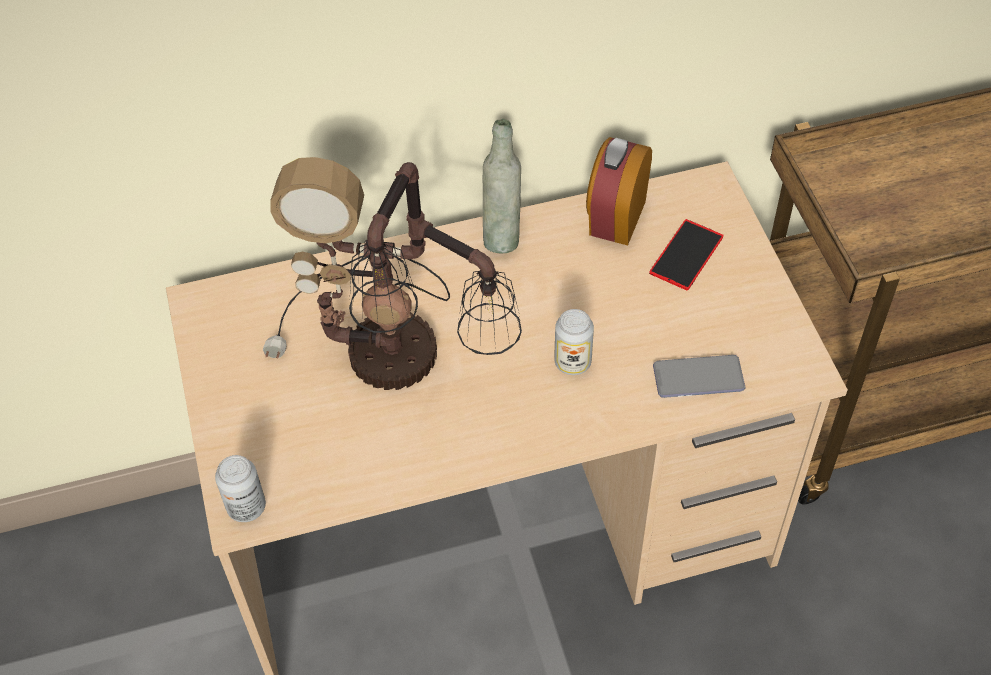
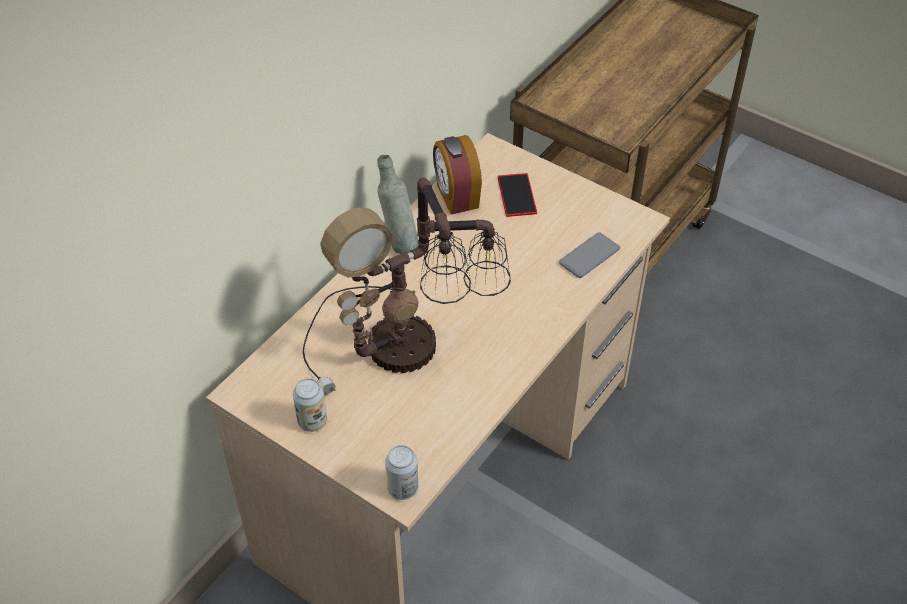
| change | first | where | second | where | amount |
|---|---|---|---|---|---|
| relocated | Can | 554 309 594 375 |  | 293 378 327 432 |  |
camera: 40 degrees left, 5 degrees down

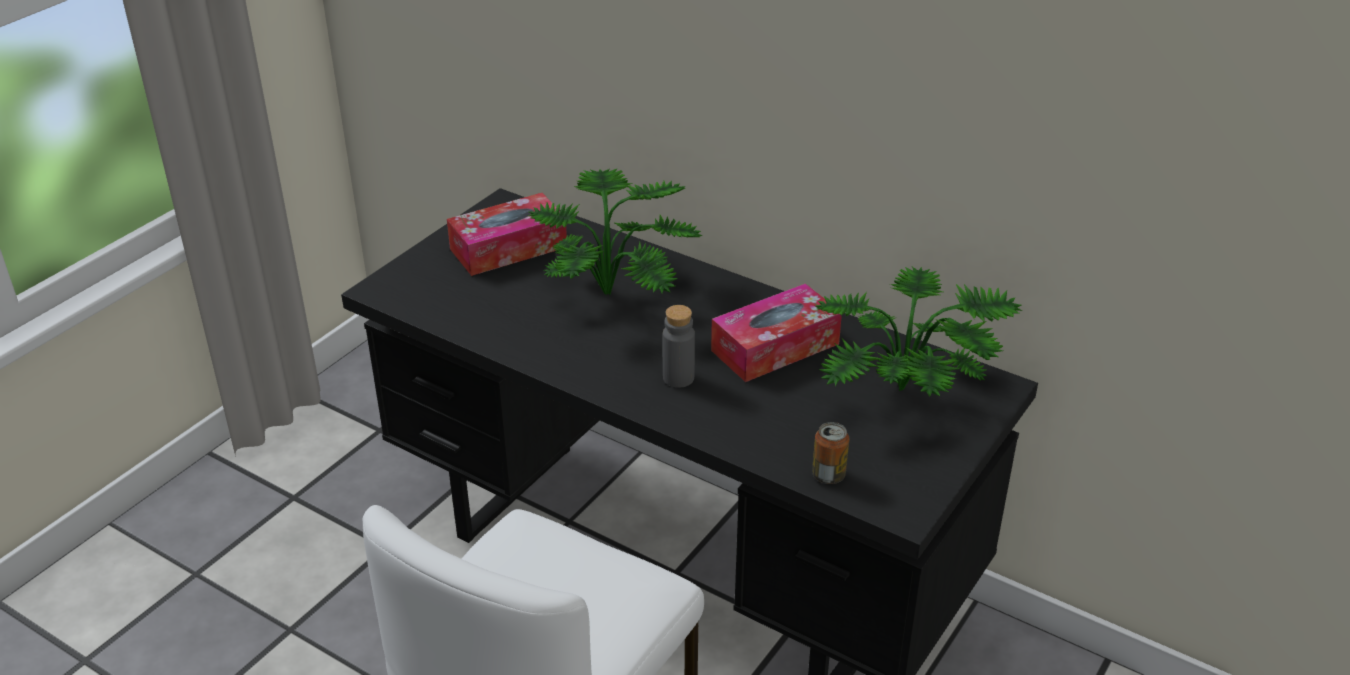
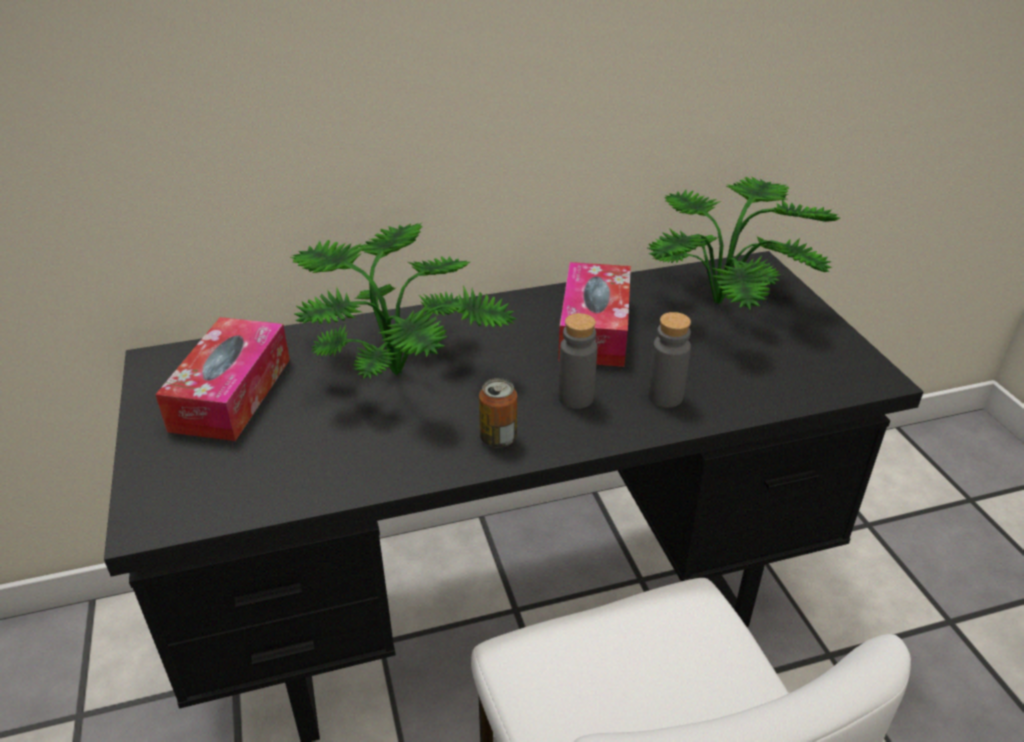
| change | first | where | second | where | amount |
|---|---|---|---|---|---|
| relocated | Can | 812 422 850 484 |  | 479 378 517 448 |  |
| appeared |  |  | GreyBottle | 648 312 691 408 |  |
camera: 50 degrees left, 0 degrees up

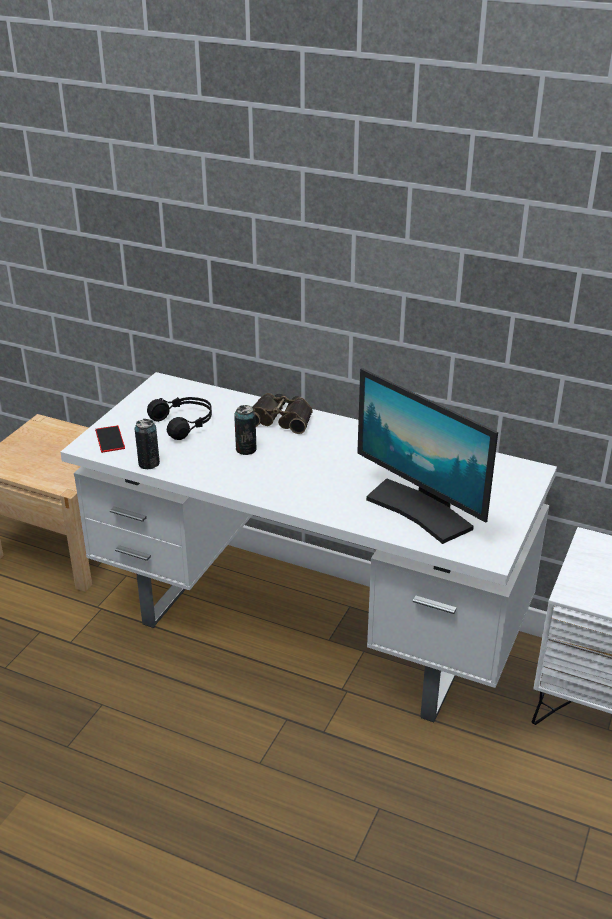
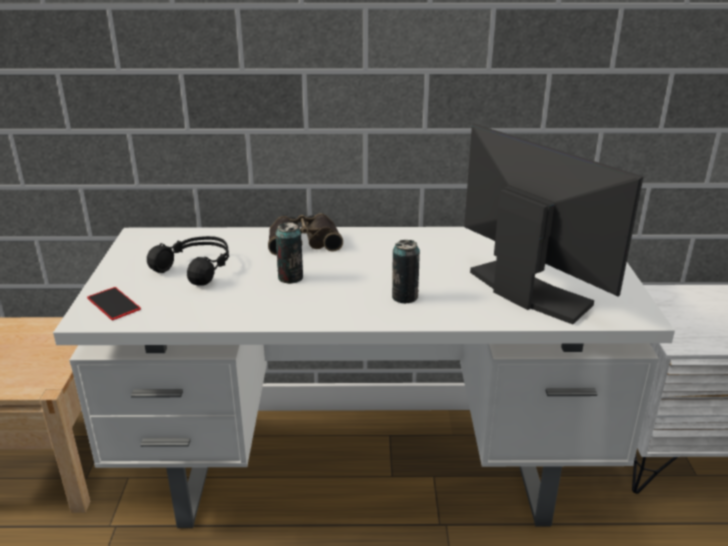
| change | first | where | second | where | amount |
|---|---|---|---|---|---|
| spun | Monitor | 357 368 498 544 |  | 464 124 643 324 | 150 degrees counterclockwise |
| relocated | Can | 135 419 160 469 |  | 392 240 420 304 |  |
camera: 25 degrees left, 5 degrees down

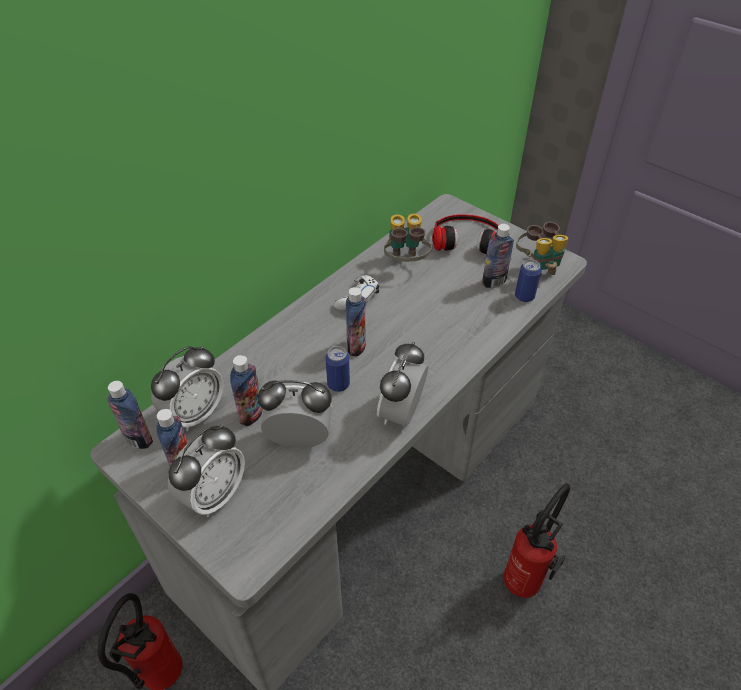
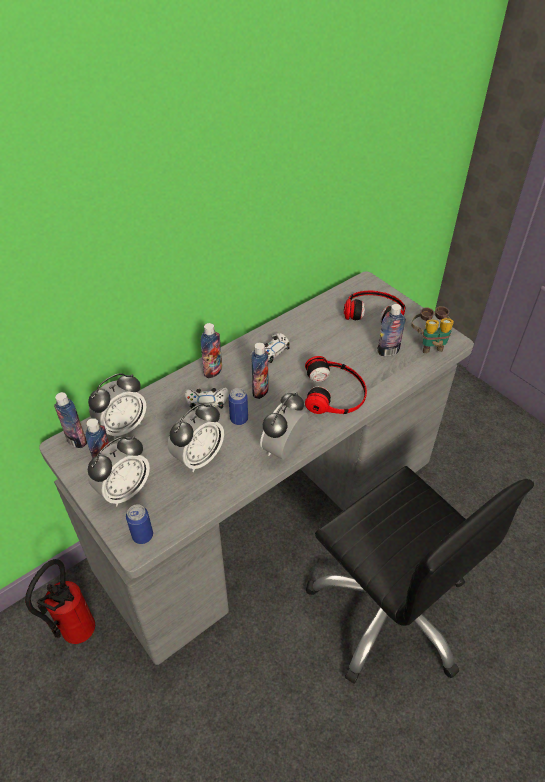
| change | first | where | second | where | amount |
|---|---|---|---|---|---|
| missing | Binoculars | 384 213 432 262 |  |  |  |
| relocated | Can | 515 259 541 302 |  | 126 504 153 544 |  |
| relocated | Bottle | 230 355 263 426 |  | 201 323 222 379 |  |
| spun | AlarmClock | 258 380 332 448 |  | 168 403 224 472 | 120 degrees clockwise |
| exchanged | FireExtinguisher | 504 483 571 598 | BlackOfficeChair | 306 466 534 684 |  |
| appeared |  |  | Headphones | 305 356 367 414 |  |
| appeared |  |  | WhiteGameController | 185 387 229 410 |  |
camera: 10 degrees right, 0 degrees up

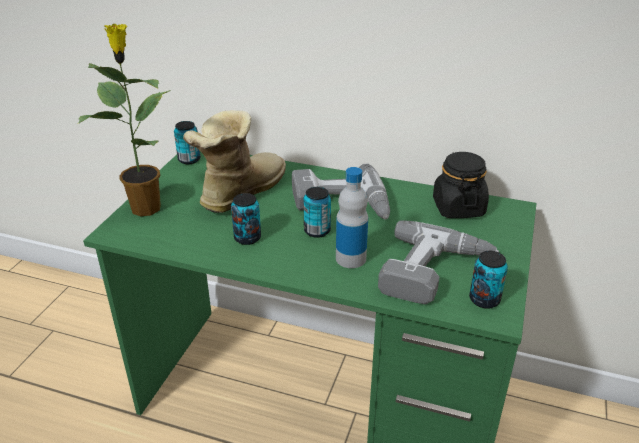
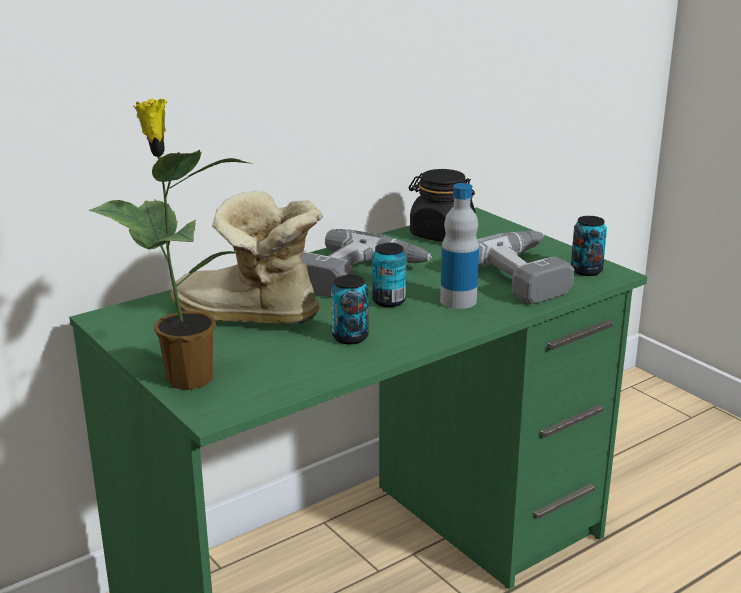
| change | first | where | second | where | amount |
|---|---|---|---|---|---|
| spun | Boot | 183 110 286 213 |  | 171 190 323 324 | 45 degrees counterclockwise |
| missing | Can | 174 121 201 164 |  |  |  |
camera: 55 degrees left, 10 degrees down

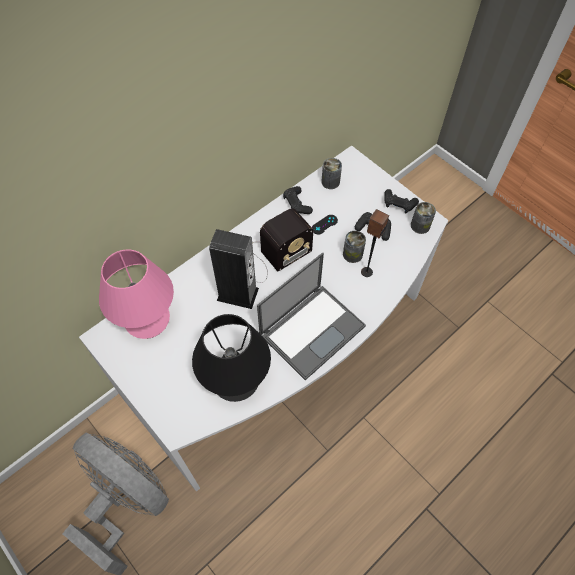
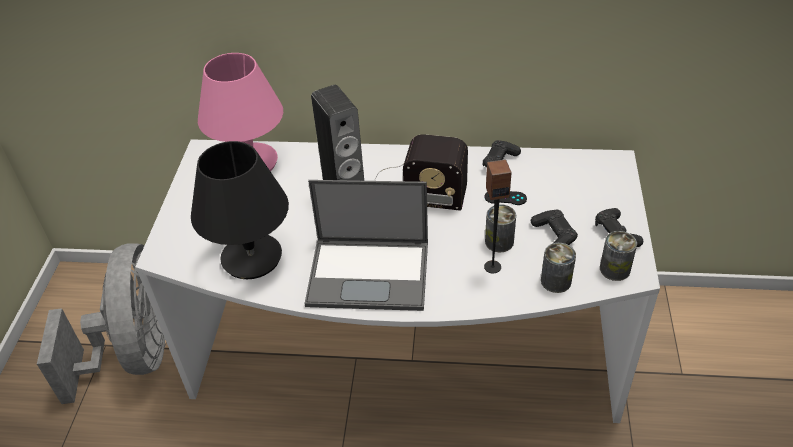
| change | first | where | second | where | amount |
|---|---|---|---|---|---|
| relocated | Can | 321 158 342 189 |  | 541 243 576 293 |  |
camera: 50 degrees right, 15 degrees down

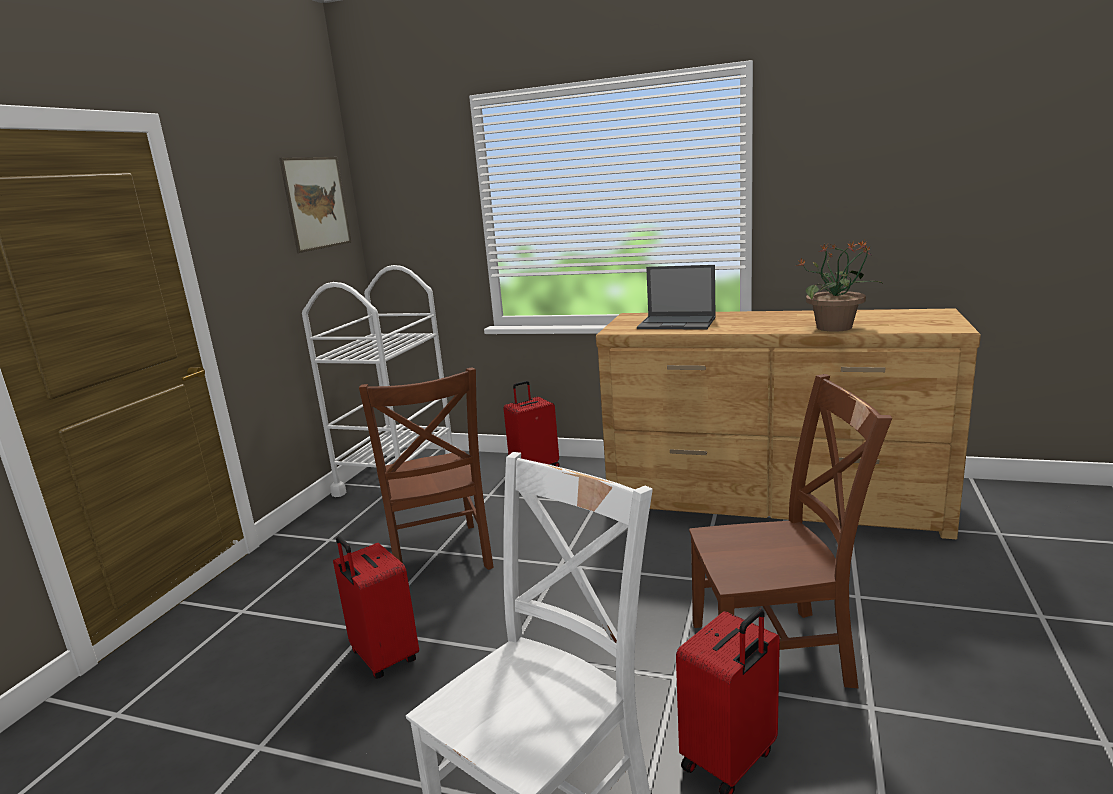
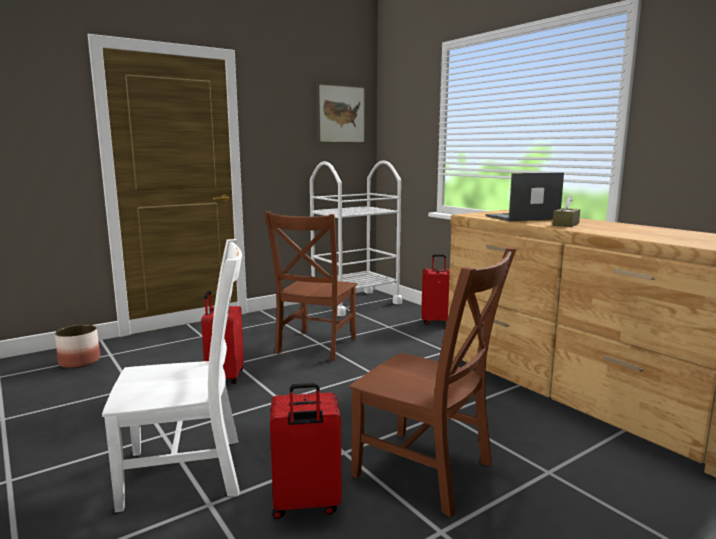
| change | first | where | second | where | amount |
|---|---|---|---|---|---|
| missing | PottedPlant | 795 241 884 332 |  |  |  |
| spun | Laptop | 637 265 716 329 |  | 485 172 564 221 | 105 degrees clockwise |
| appeared |  |  | BrownTissueBox | 552 196 580 227 |  |
| appeared |  |  | Planter | 55 325 100 368 |  |
camera: 35 degrees right, 5 degrees down

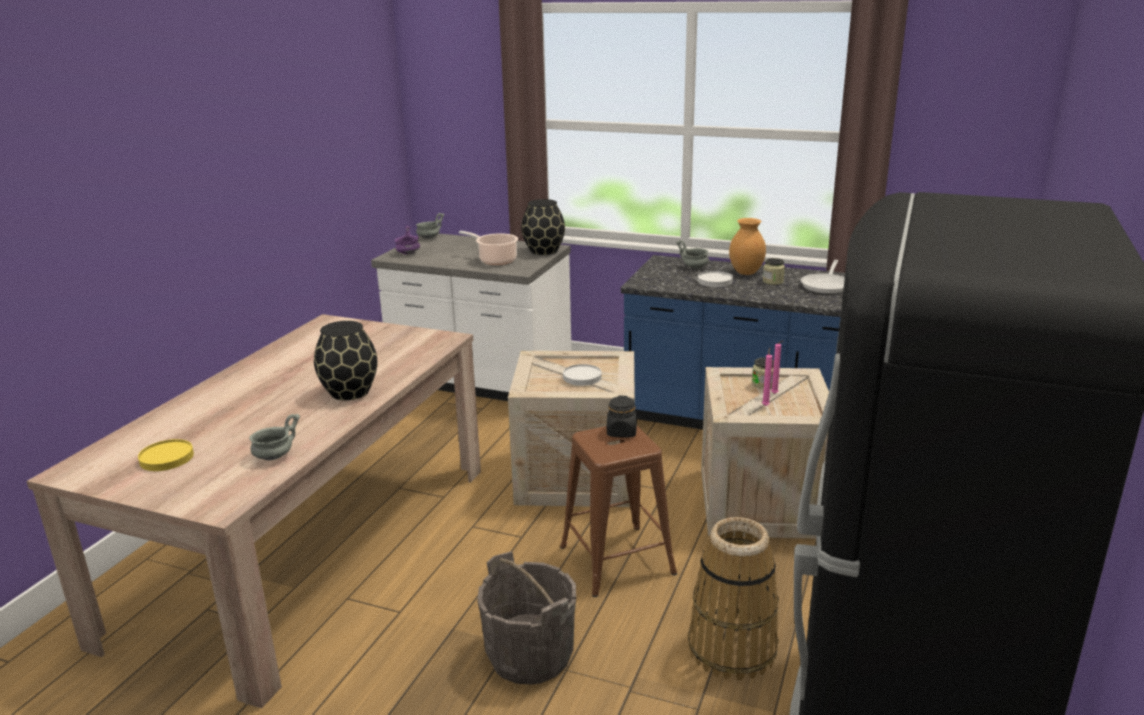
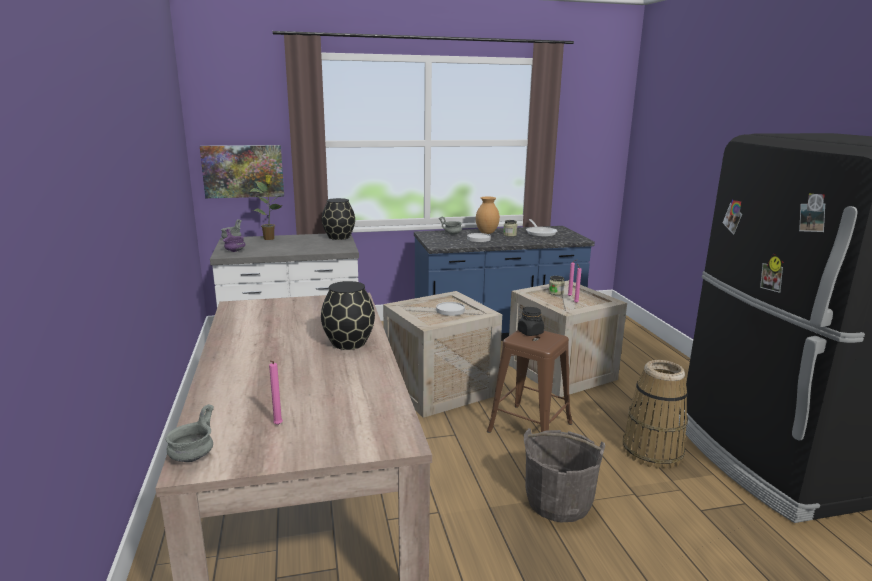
| change | first | where | second | where | amount |
|---|---|---|---|---|---|
| missing | CookingPot | 459 231 518 265 |  |  |  |
| relocated | GreyBowl | 249 414 300 460 |  | 165 404 214 462 |  |
| exchanged | YellowPlate | 138 439 194 471 | PinkCandle | 269 360 283 425 |  |
| appeared |  |  | Picture | 200 145 284 198 |  |
| appeared |  |  | PottedPlant | 249 175 282 240 |  |
camera: 35 degrees left, 5 degrees down

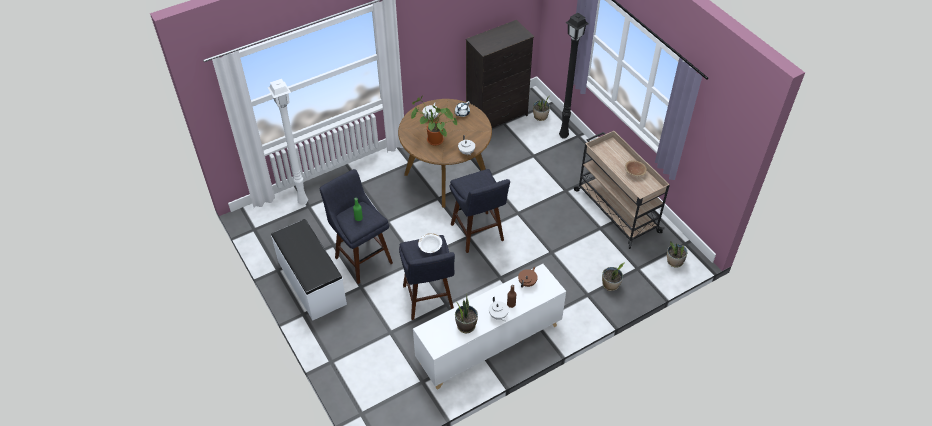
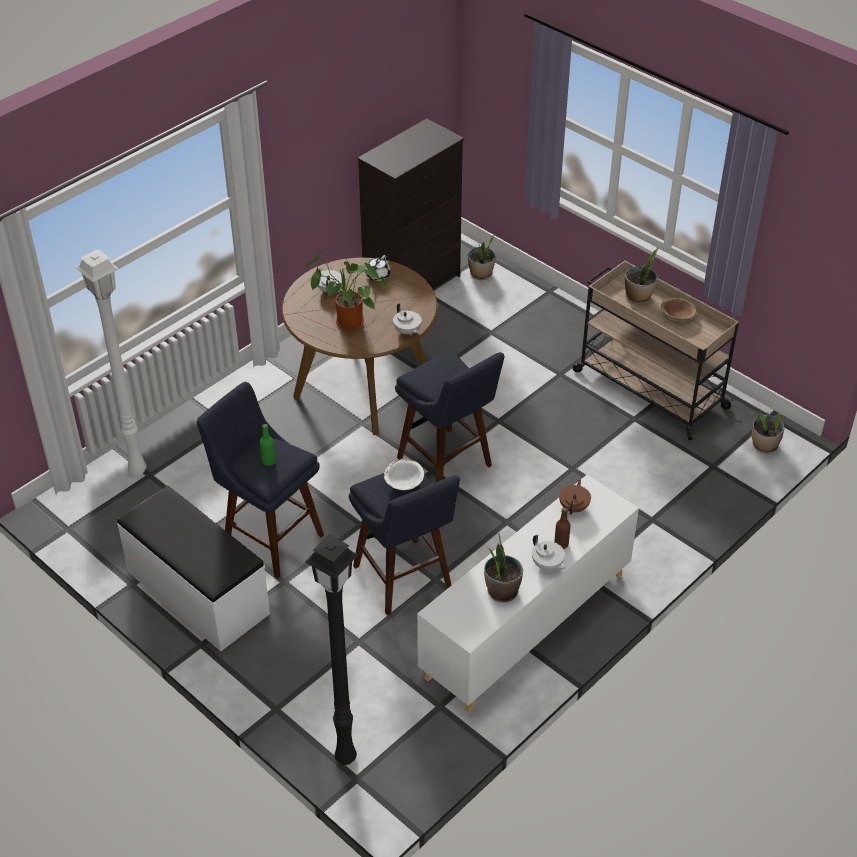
| change | first | where | second | where | amount |
|---|---|---|---|---|---|
| relocated | BlackFloorLamp | 559 13 589 139 |  | 305 534 358 765 |  |
| relocated | PottedPlant | 602 262 625 291 |  | 625 248 658 304 |  |
camera: 15 degrees left, 5 degrees down

